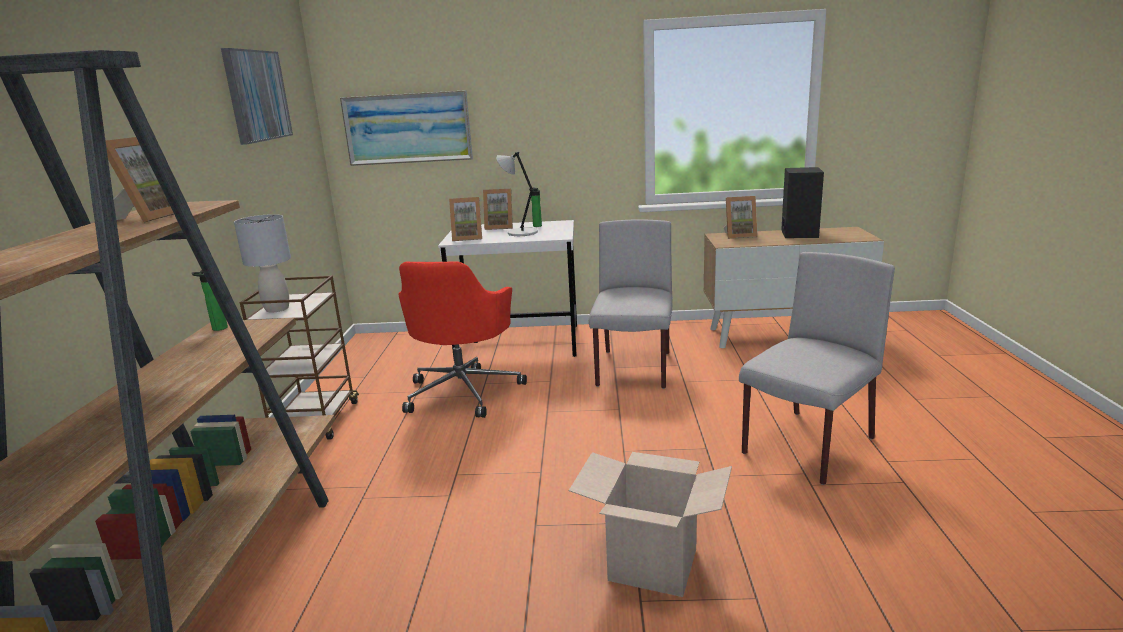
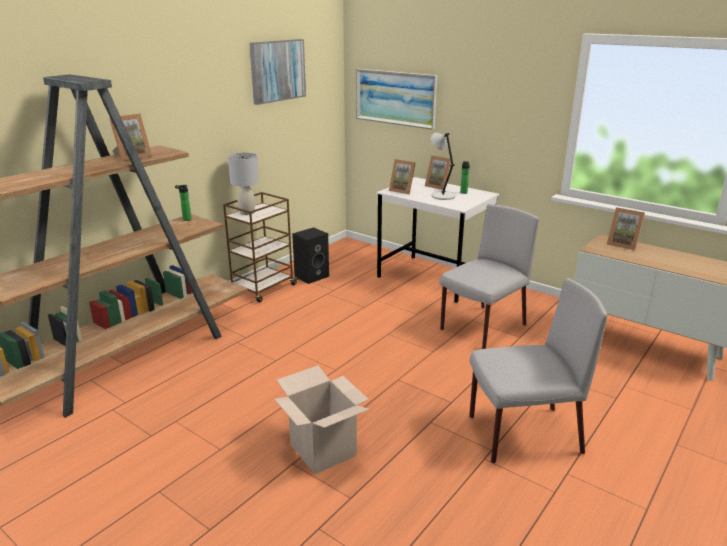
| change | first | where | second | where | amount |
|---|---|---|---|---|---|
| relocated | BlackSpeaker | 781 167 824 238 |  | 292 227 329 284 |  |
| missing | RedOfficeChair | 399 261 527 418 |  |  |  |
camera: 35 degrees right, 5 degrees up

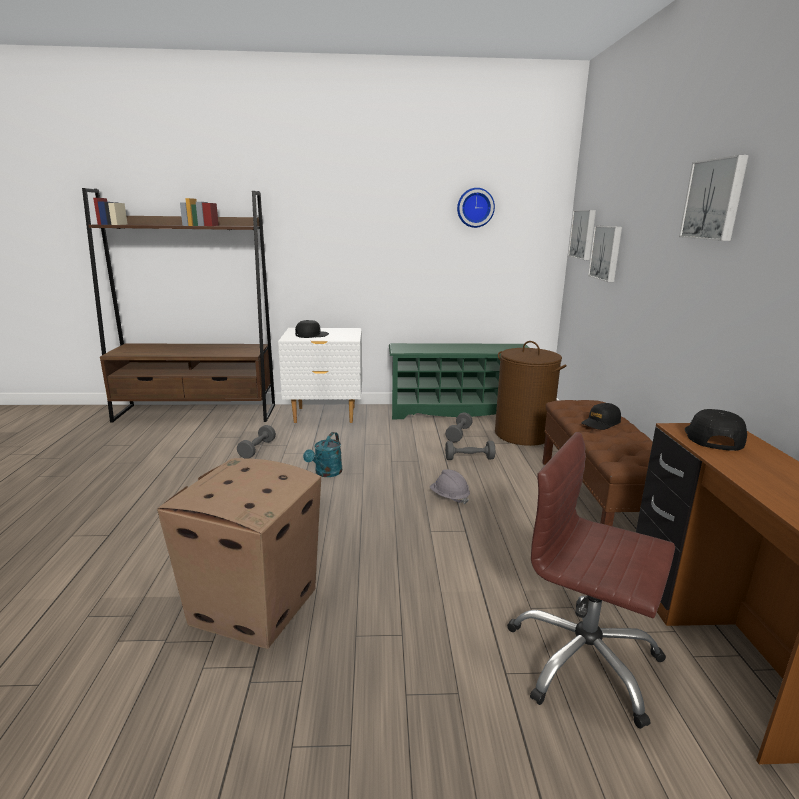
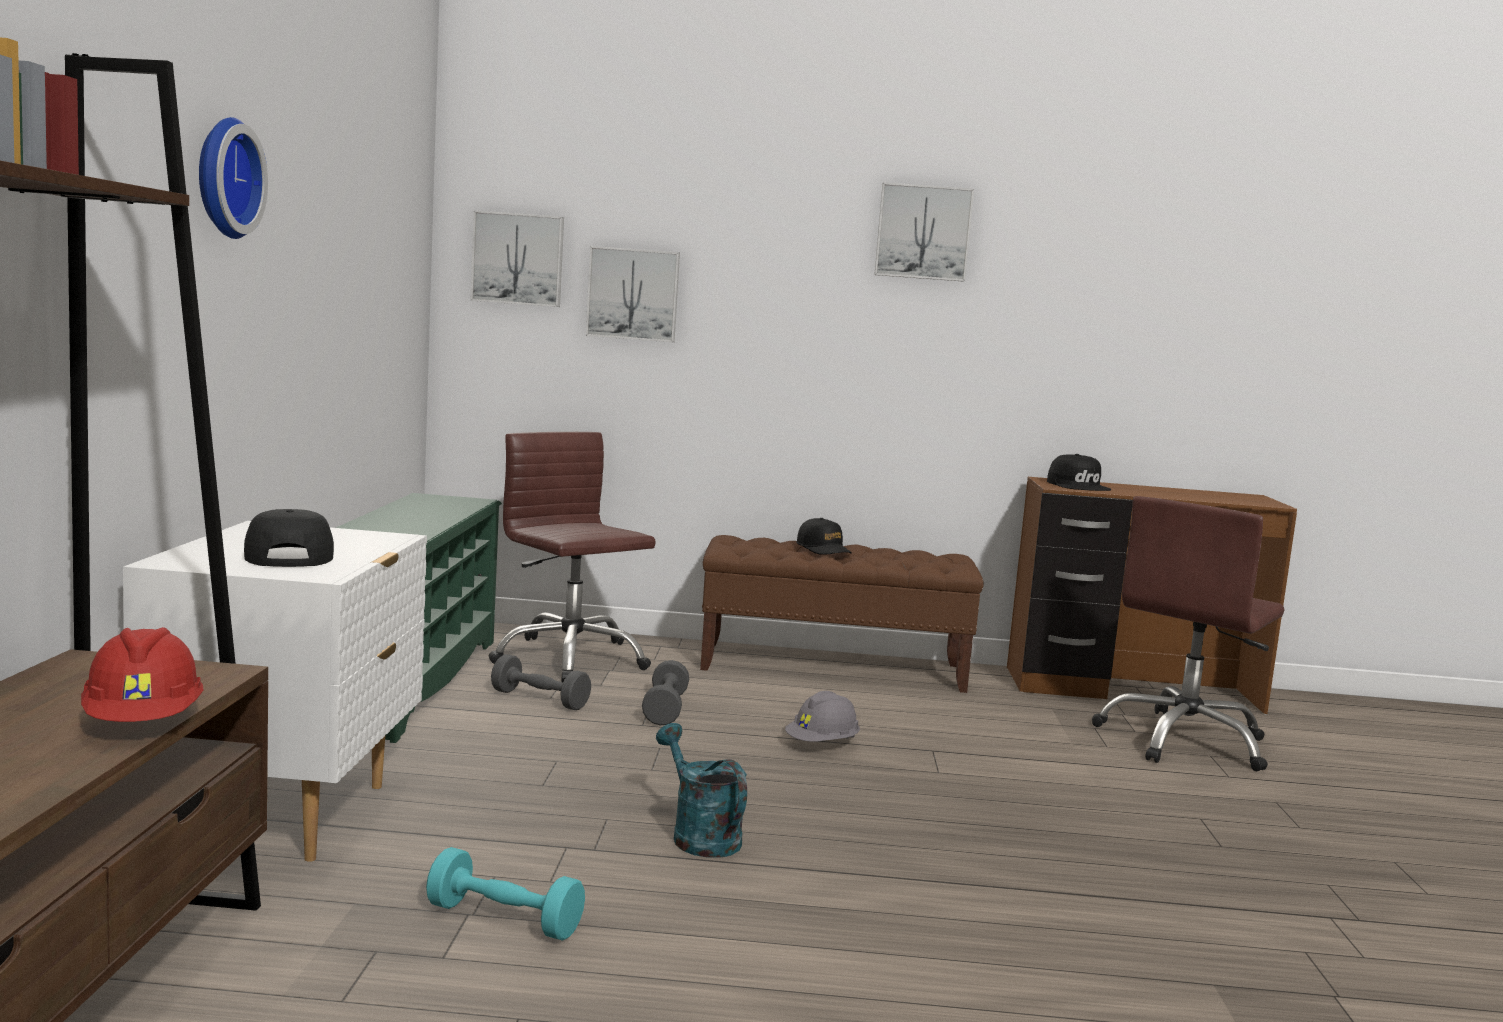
| change | first | where | second | where | amount |
|---|---|---|---|---|---|
| relocated | WallClock | 457 188 495 228 |  | 199 117 268 239 |  |
| exchanged | BrownLaundryBasket | 495 341 567 446 | BrownOfficeChair | 489 432 656 682 |  |
| spun | BlackCap | 685 409 747 451 |  | 1047 454 1111 491 | 135 degrees counterclockwise |
| colour | GreyDumbbell | 237 425 276 459 | TurquoiseDumbbell | 426 847 585 941 |  |
| spun | TurquoiseWateringCan | 303 432 342 477 |  | 656 723 747 858 | 150 degrees counterclockwise |
| missing | CardboardBox | 157 458 321 649 |  |  |  |
| appeared |  |  | RedHardHat | 81 627 204 722 |  |
camera: 85 degrees left, 10 degrees down

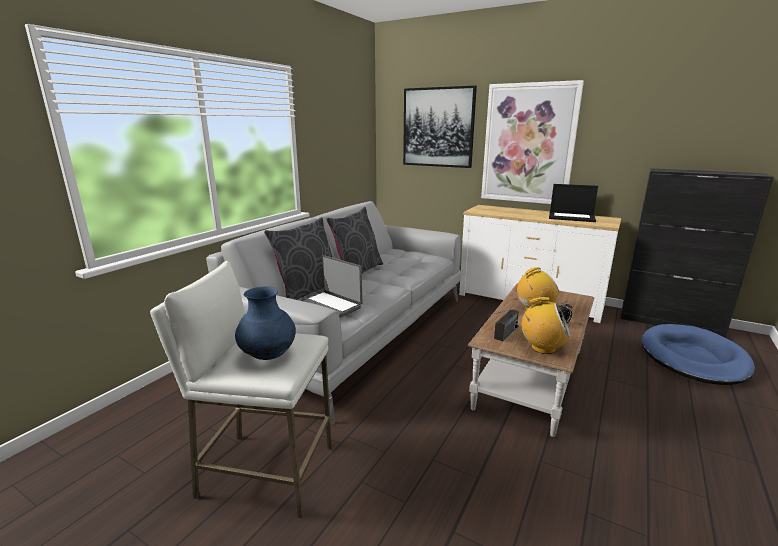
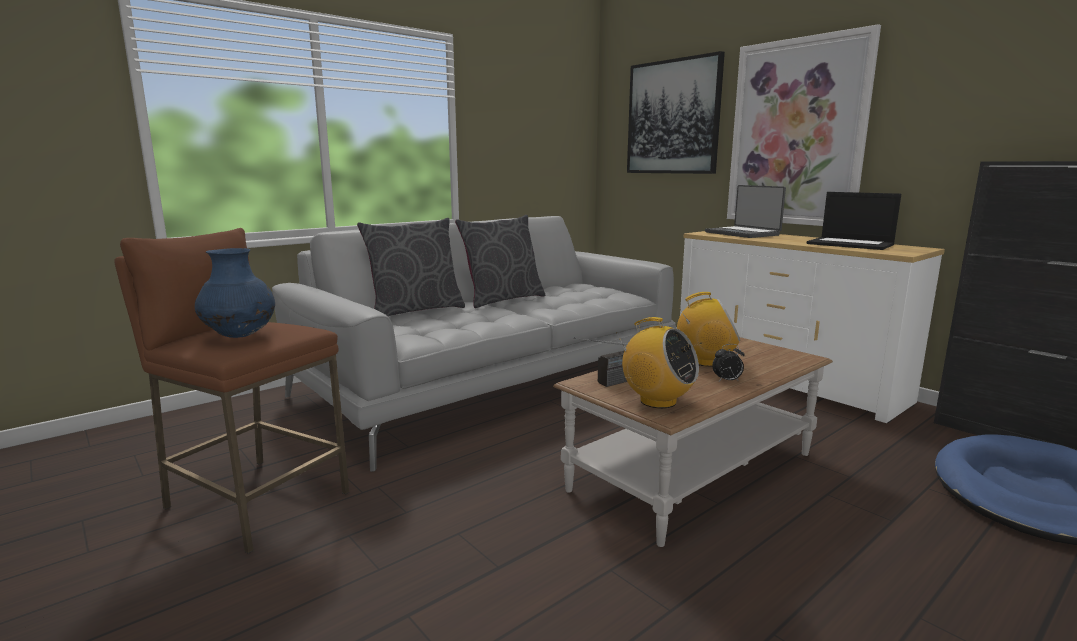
| change | first | where | second | where | amount |
|---|---|---|---|---|---|
| relocated | Laptop | 301 255 362 318 |  | 705 185 786 238 |  |
| colour | WhiteStool | 150 261 332 518 | BrownStool | 114 228 349 554 |  |
camera: 20 degrees right, 5 degrees down

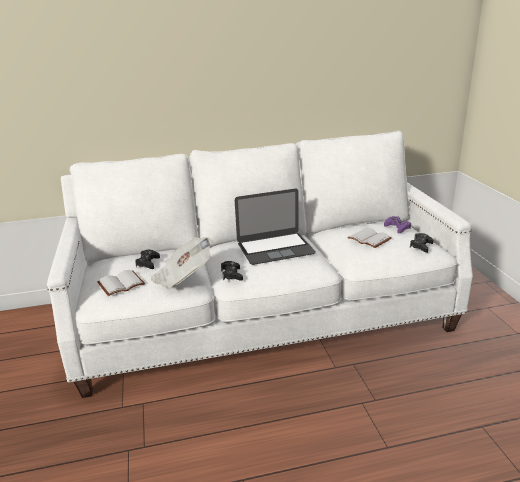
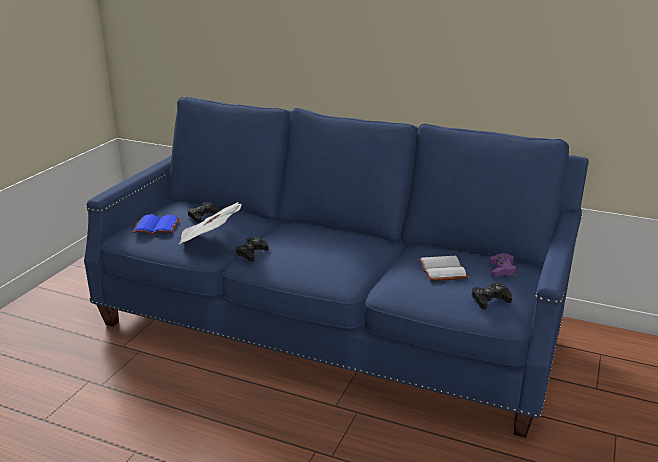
| change | first | where | second | where | amount |
|---|---|---|---|---|---|
| colour | WhiteSofa | 47 131 473 398 | BlueSofa | 84 97 589 438 |  |
| missing | Laptop | 235 189 316 265 |  |  |  |
| colour | WhiteBook | 97 270 145 296 | BlueBook | 132 215 180 234 |  |
camera: 35 degrees right, 0 degrees up

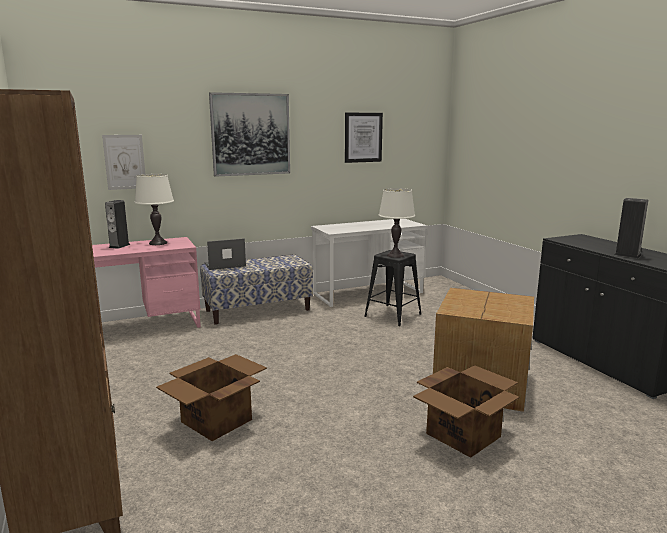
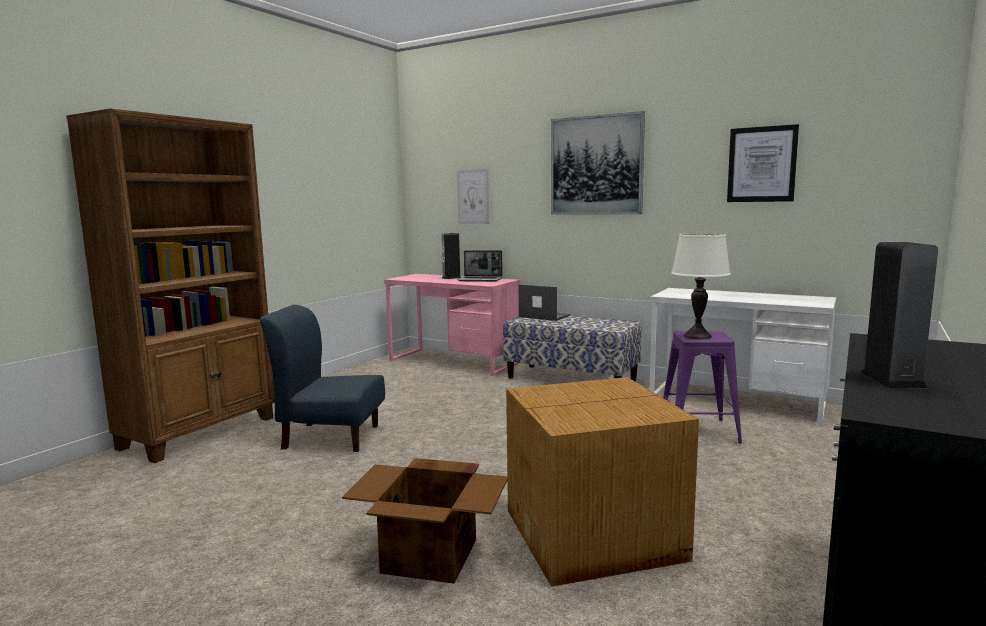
| change | first | where | second | where | amount |
|---|---|---|---|---|---|
| exchanged | WhiteTableLamp | 134 174 174 245 | Laptop | 457 250 503 282 |  |
| colour | BlackStool | 364 250 421 326 | PurpleStool | 663 331 742 444 |  |
| exchanged | CardboardBox | 156 354 267 441 | BlueChair | 260 305 385 452 |  |
camera: 55 degrees right, 5 degrees down

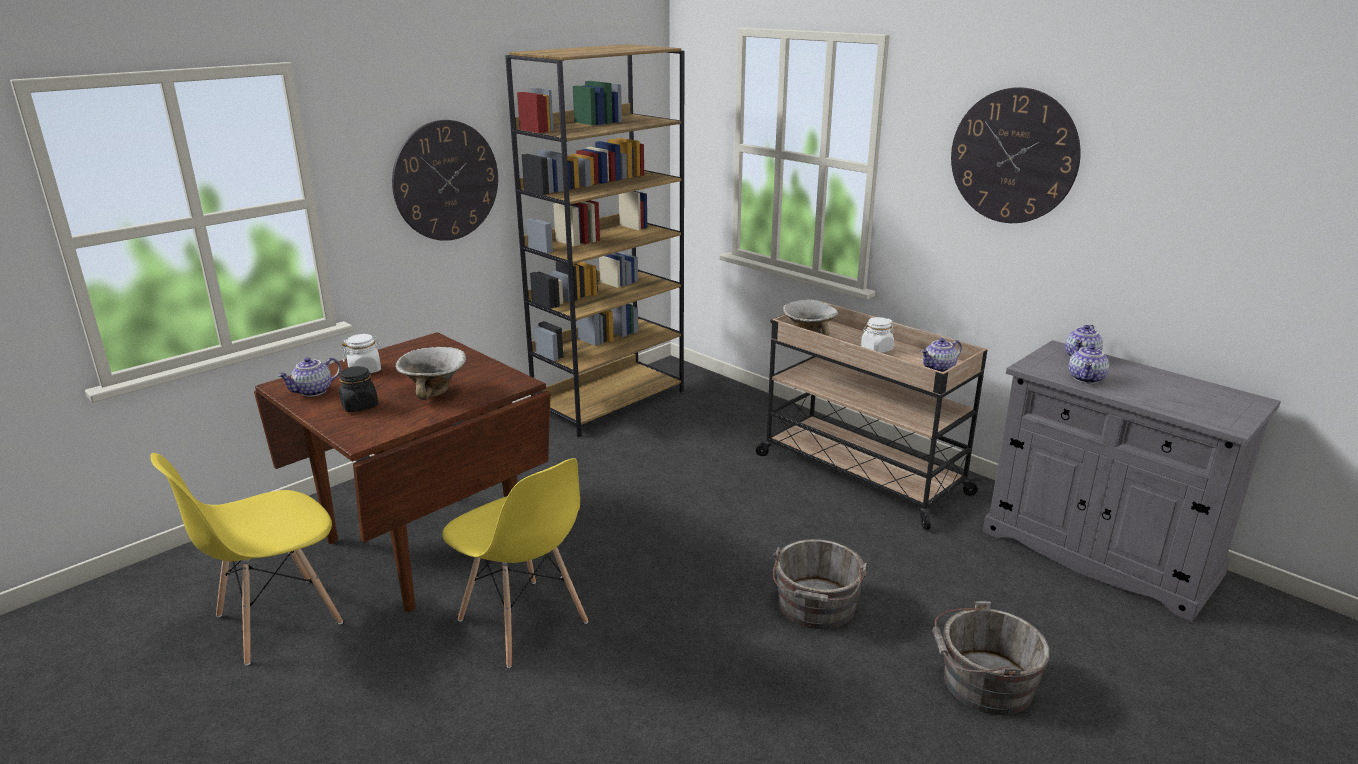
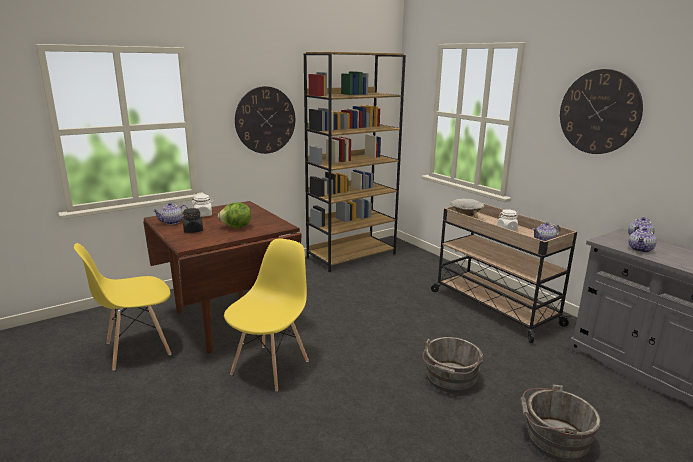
| change | first | where | second | where | amount |
|---|---|---|---|---|---|
| exchanged | Bowl | 395 347 466 400 | Lettuce | 218 202 251 228 |  |
| spun | YellowChair | 442 458 588 668 |  | 224 239 309 392 | 120 degrees counterclockwise |
camera: 10 degrees right, 5 degrees down

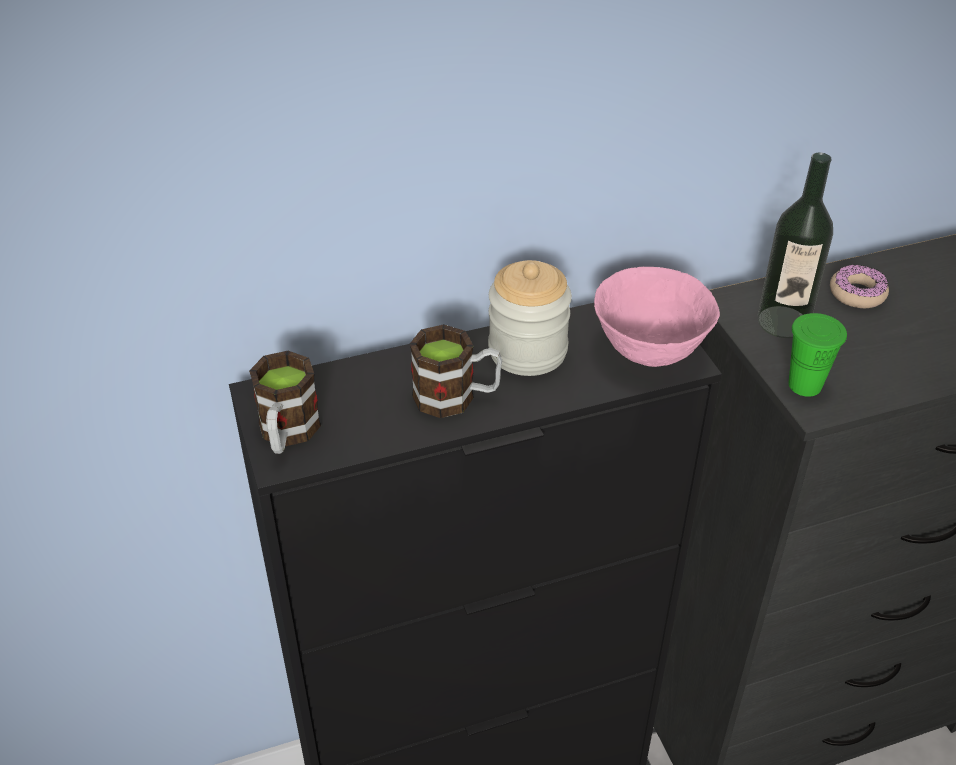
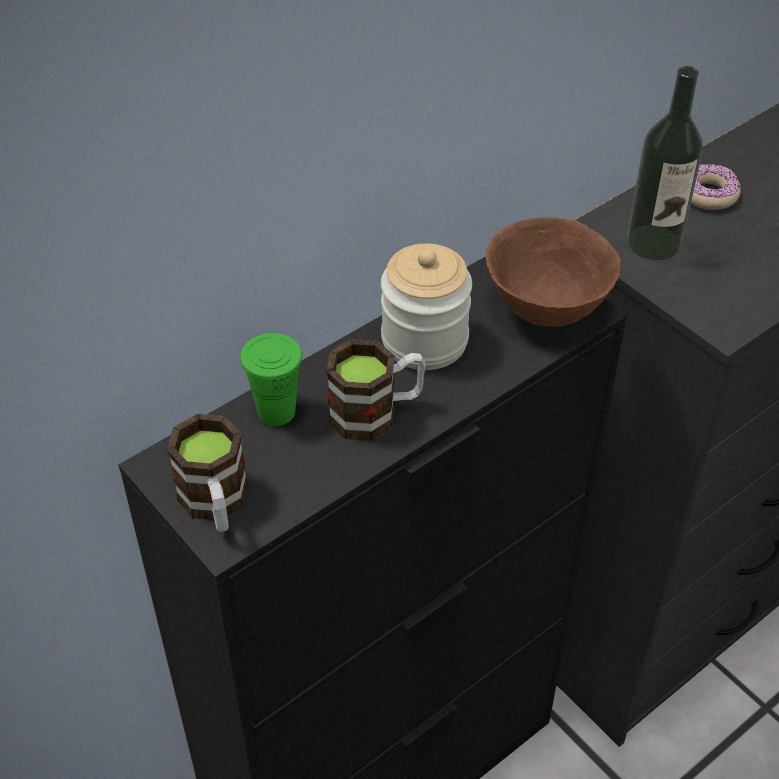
| change | first | where | second | where | amount |
|---|---|---|---|---|---|
| colour | PinkBowl | 594 267 720 367 | BrownBowl | 486 217 621 327 |  |
| relocated | GreenCup | 789 313 847 397 |  | 240 333 302 426 |  |
camera: 20 degrees left, 5 degrees up

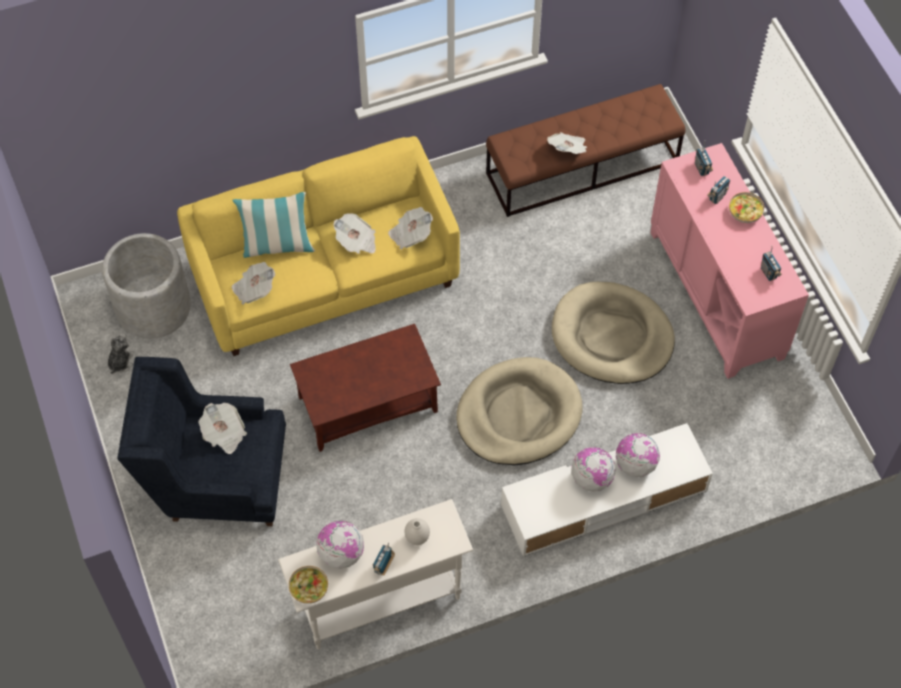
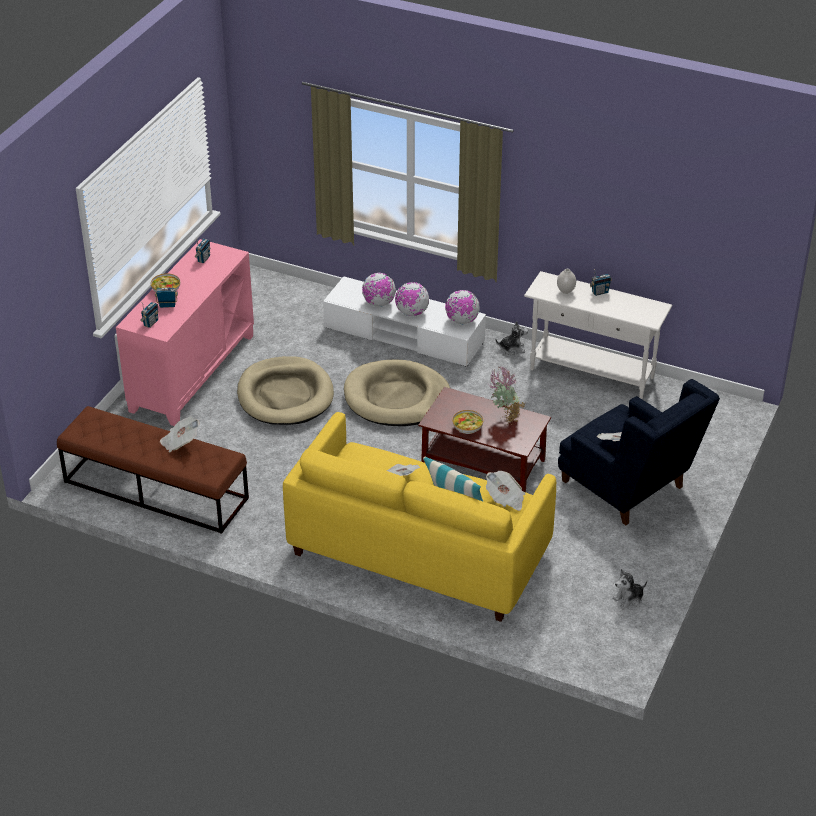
| change | first | where | second | where | amount |
|---|---|---|---|---|---|
| missing | Newspaper | 388 207 433 250 |  |  |  |
| missing | GreyPlanter | 102 233 191 339 |  |  |  |
| relocated | Globe | 316 521 364 569 |  | 445 290 480 324 |  |
| relocated | Bowl | 289 566 328 604 |  | 452 410 483 434 |  |
| appeared |  |  | PlushToy | 495 321 528 355 |  |
| appeared |  |  | PottedPlant | 488 366 525 425 |  |
camera: 135 degrees left, 20 degrees down

